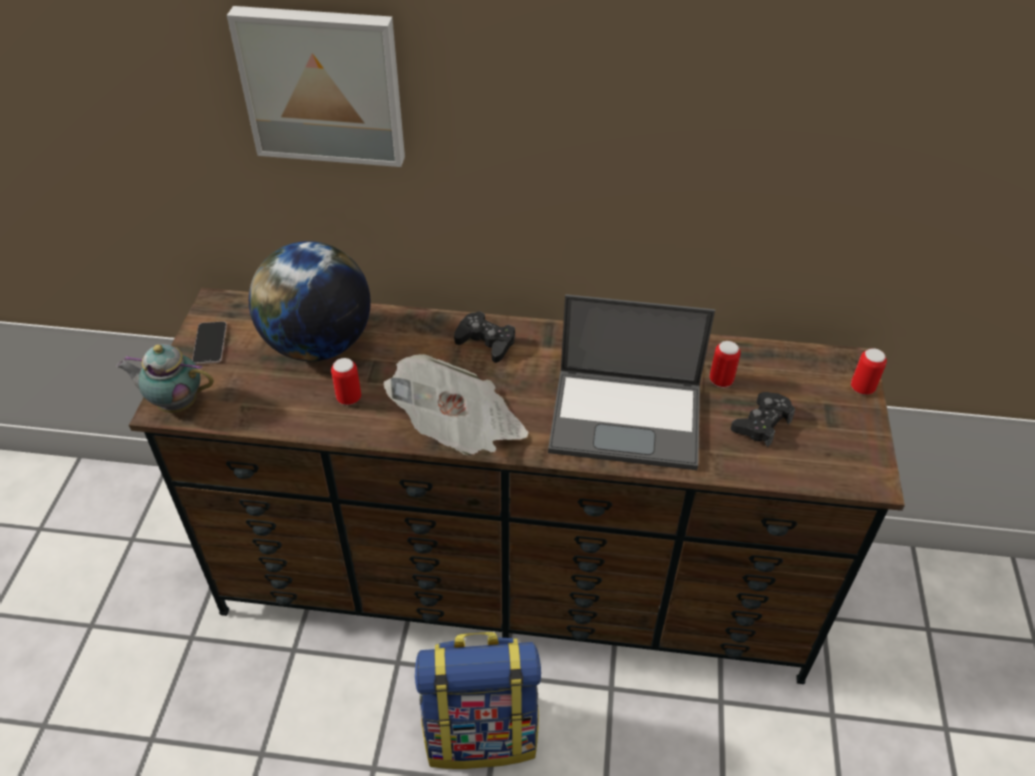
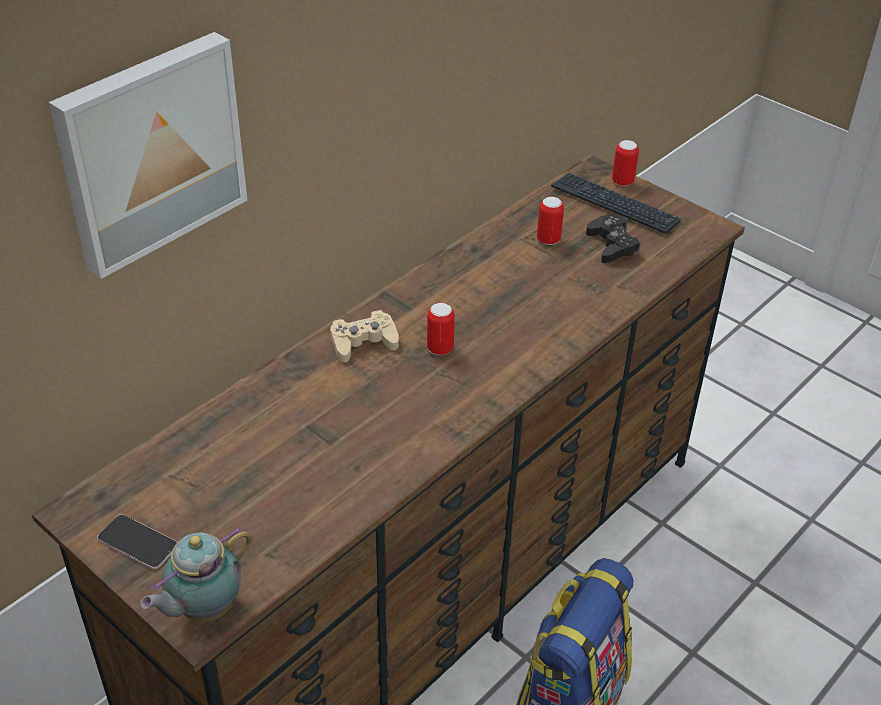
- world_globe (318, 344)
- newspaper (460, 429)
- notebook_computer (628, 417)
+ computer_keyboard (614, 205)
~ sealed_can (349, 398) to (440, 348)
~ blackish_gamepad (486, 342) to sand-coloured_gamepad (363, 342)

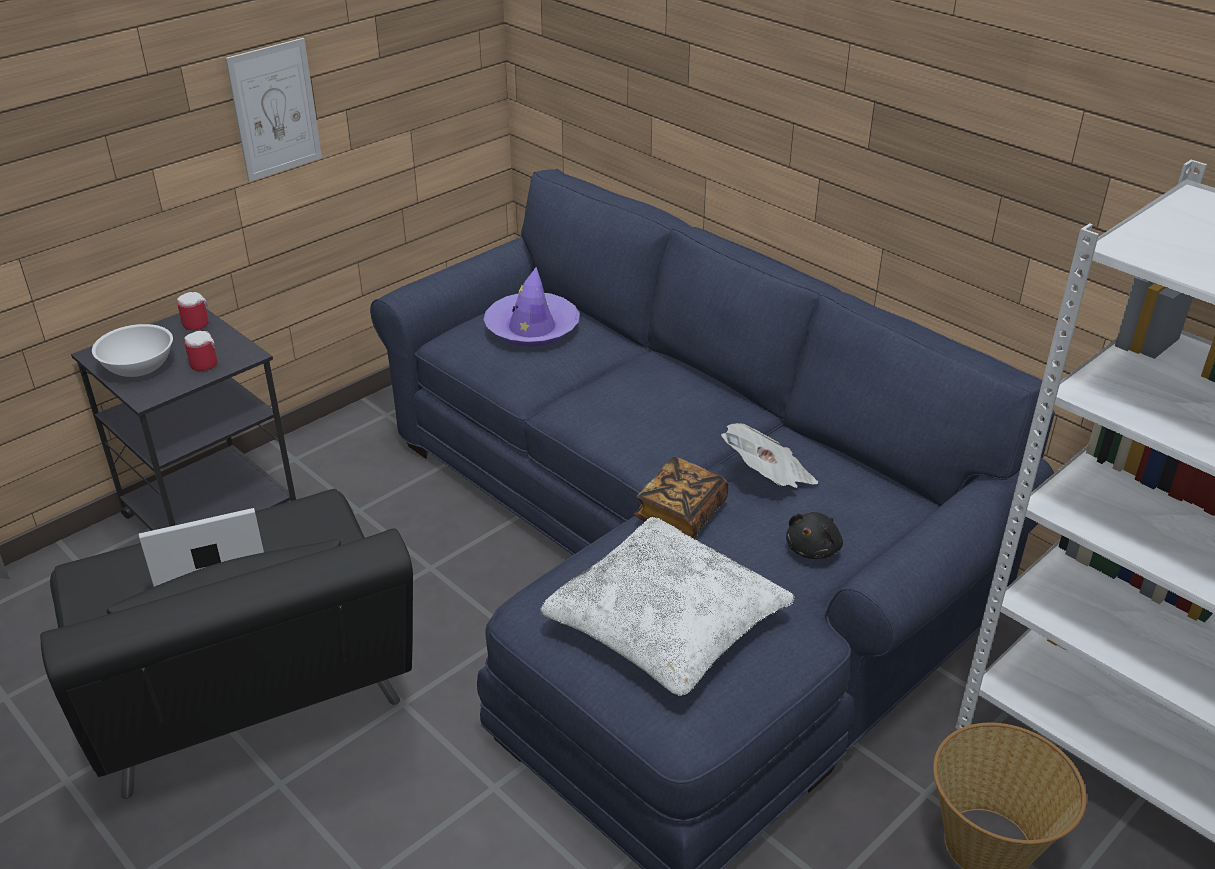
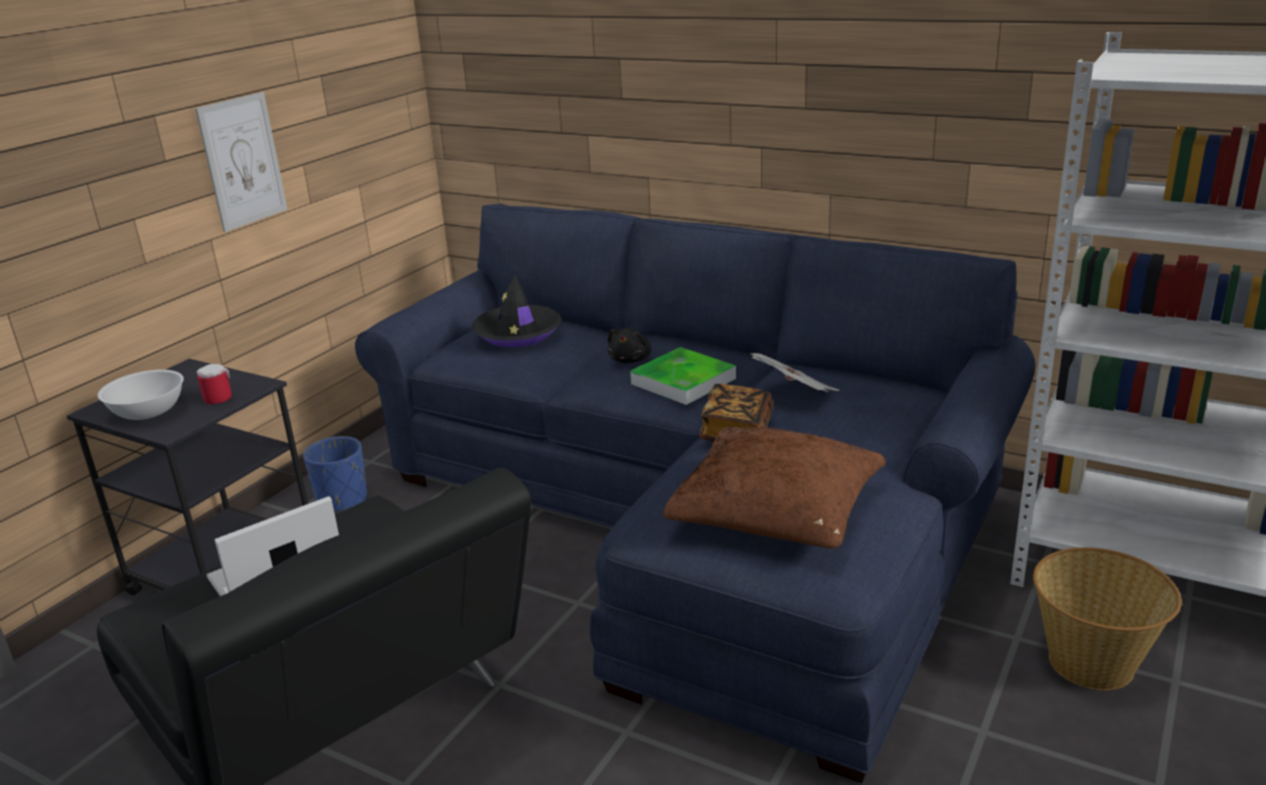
- coffee_mug (197, 322)
+ blue-coloured_flower_pot (342, 500)
+ serving_tray (683, 381)
~ blackish_cuddly_toy (814, 549) to (630, 360)
~ purple-coloured_clothing_hat (532, 328) to blackish_clothing_hat (518, 334)
~ white_pillow (666, 623) to brownish_pillow (776, 509)

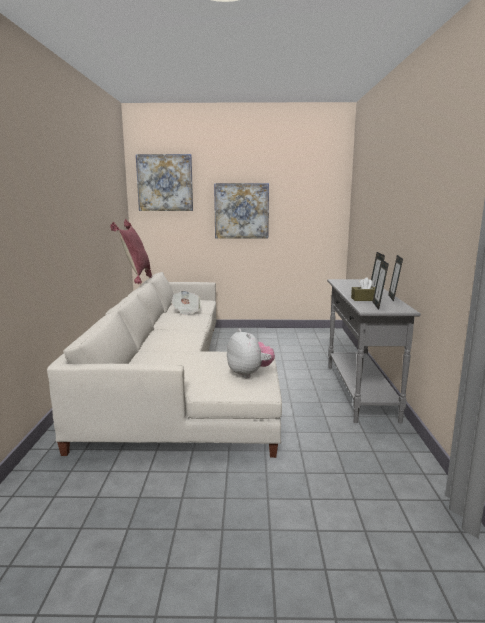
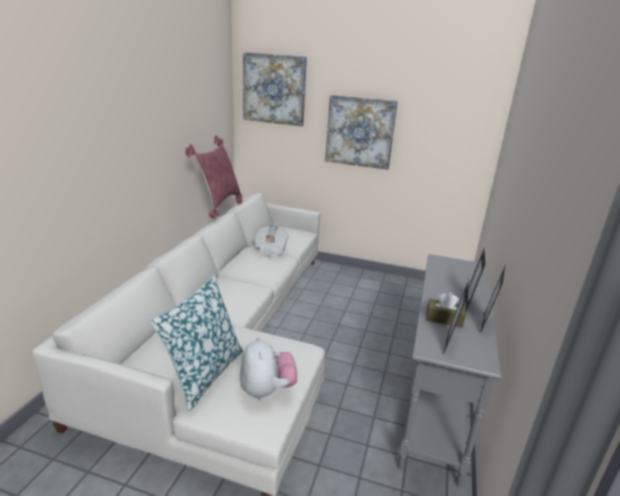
+ pillow (204, 374)

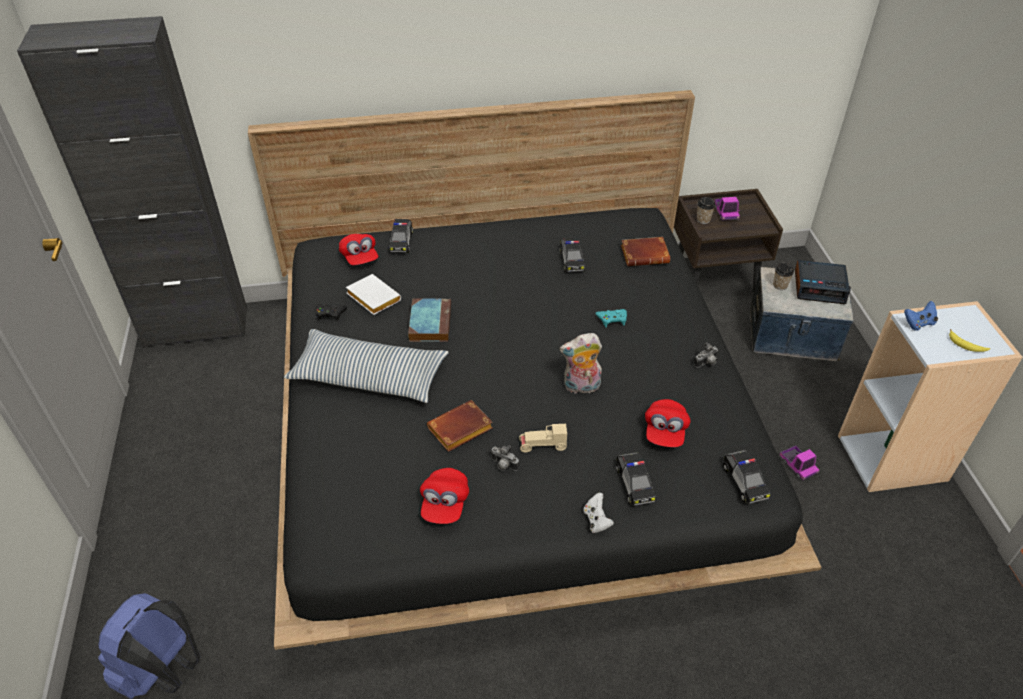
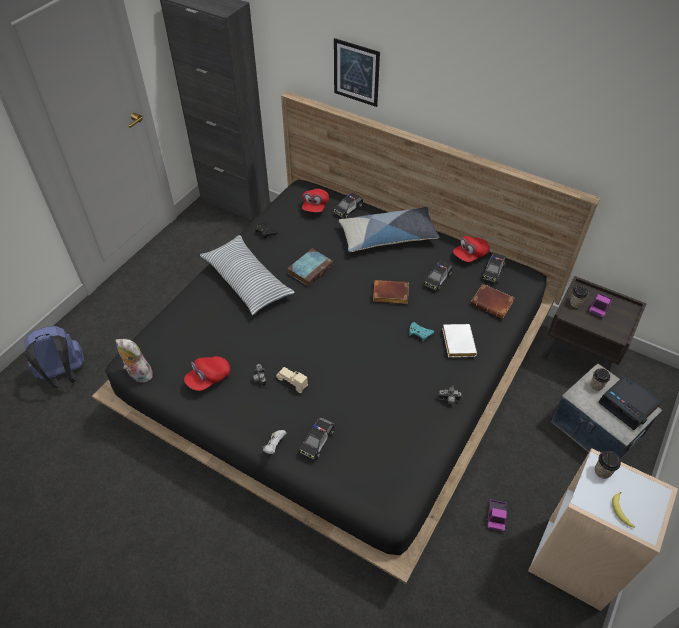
+ picture (356, 72)
+ pillow (388, 237)
~ white_bound_book (371, 298) to (457, 342)
~ brownish_bound_book (459, 431) to (389, 295)
~ cuddly_toy (581, 387) to (138, 374)
~ reddish_baseball_cap (665, 432) to (470, 255)
~ miniature_car (744, 482) to (493, 271)
~ blue-coloured_gamepad (918, 323) to cup (602, 471)

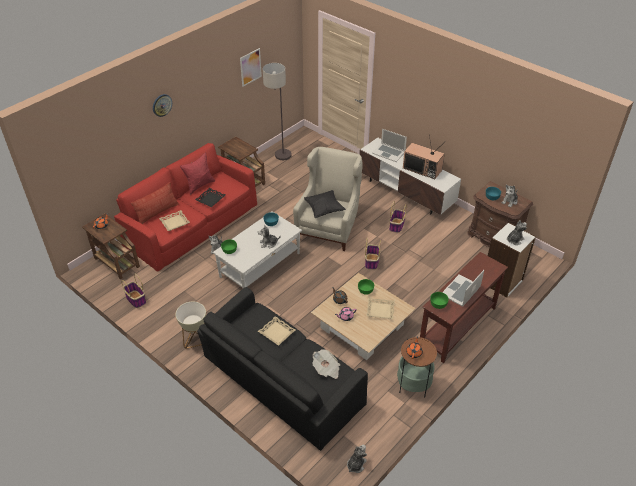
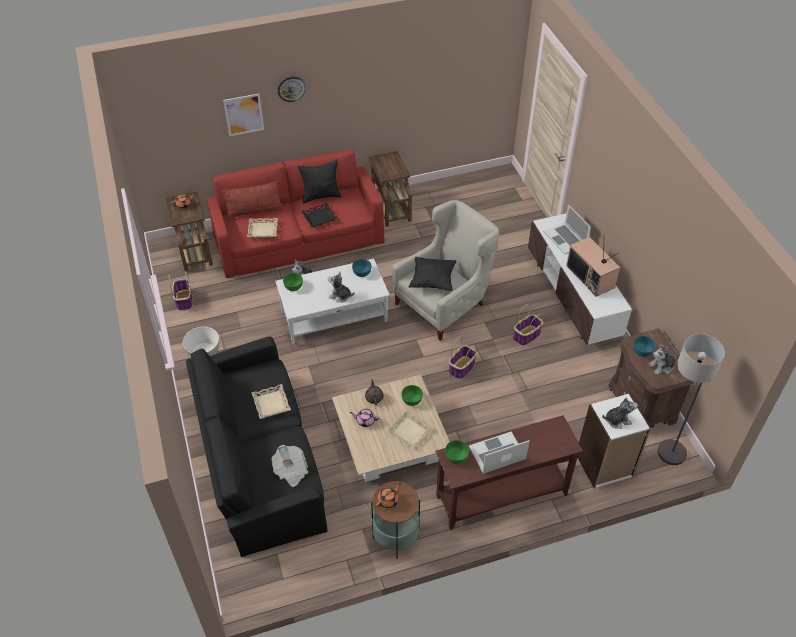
- cuddly_toy (356, 464)
~ picture (250, 67) to (244, 114)
~ grey_floor_lamp (280, 157) to (664, 456)
~ reddish_pillow (199, 185) to blackish_pillow (321, 196)

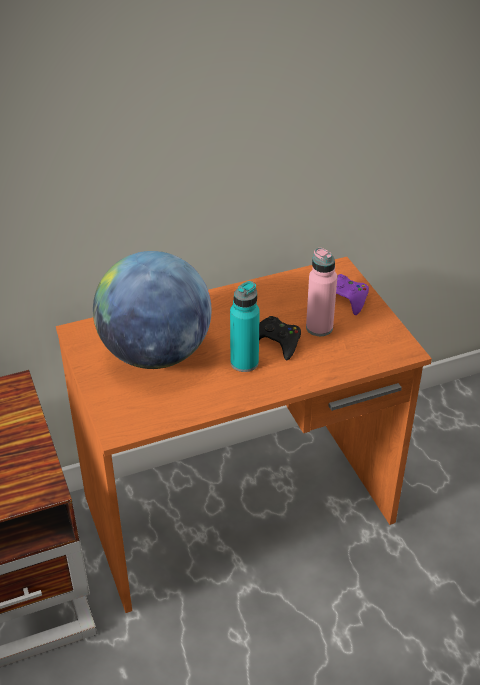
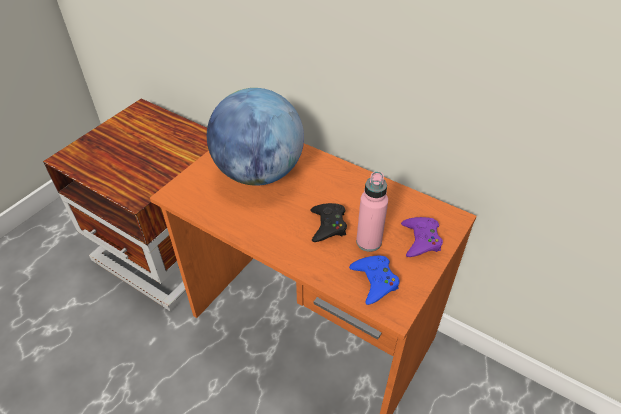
- turquoise-coloured_drink_bottle (244, 362)
+ blue-coloured_gamepad (374, 281)

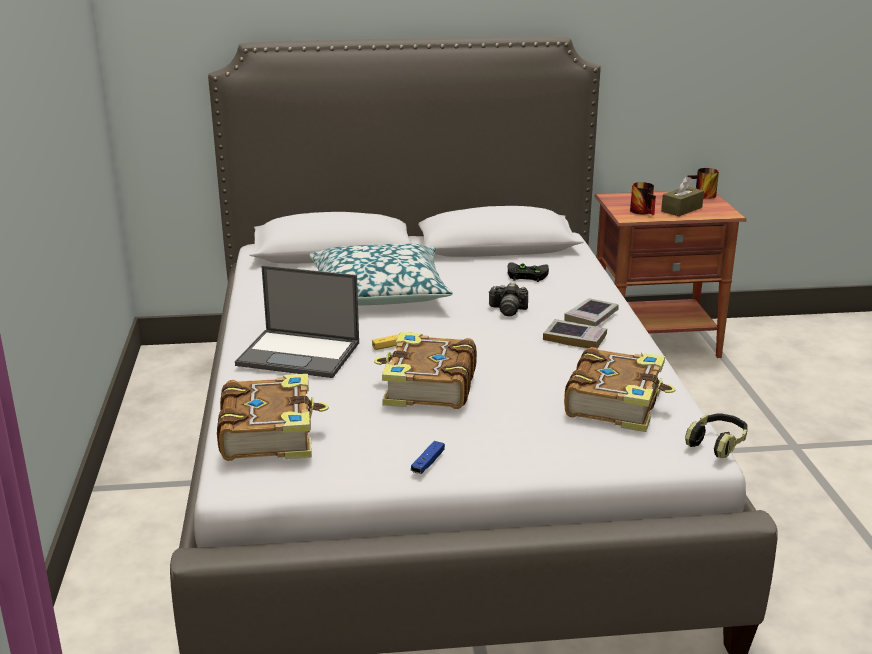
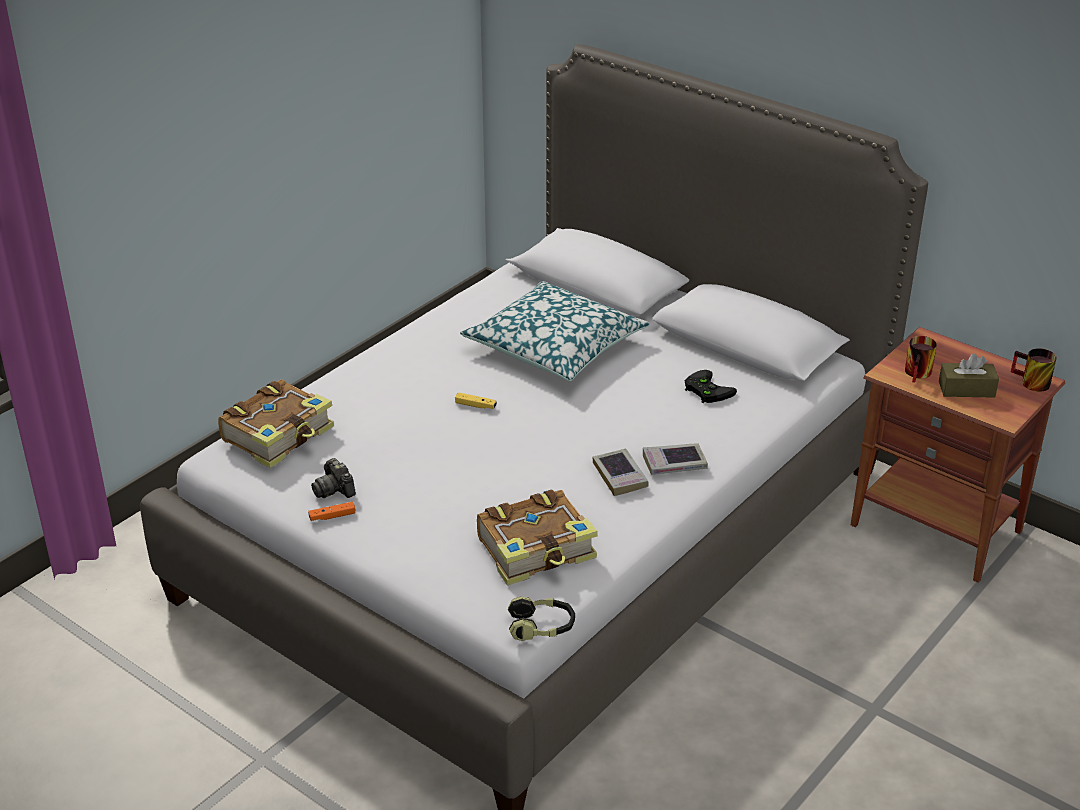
- notebook_computer (300, 354)
- bound_book (427, 387)
~ photo_camera (508, 310) to (334, 489)
~ blue-coloured_gamepad (428, 463) to orange-coloured_gamepad (332, 516)

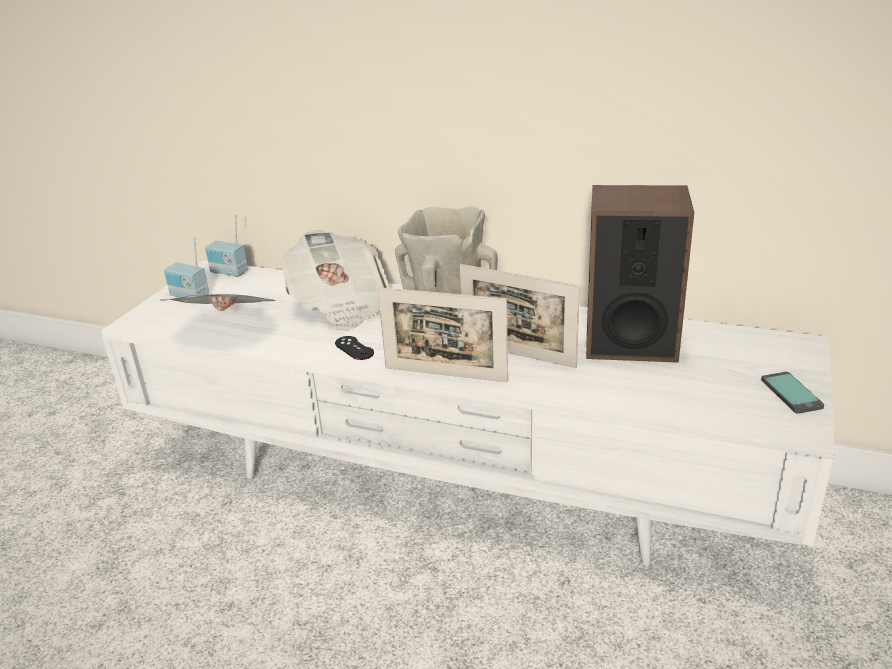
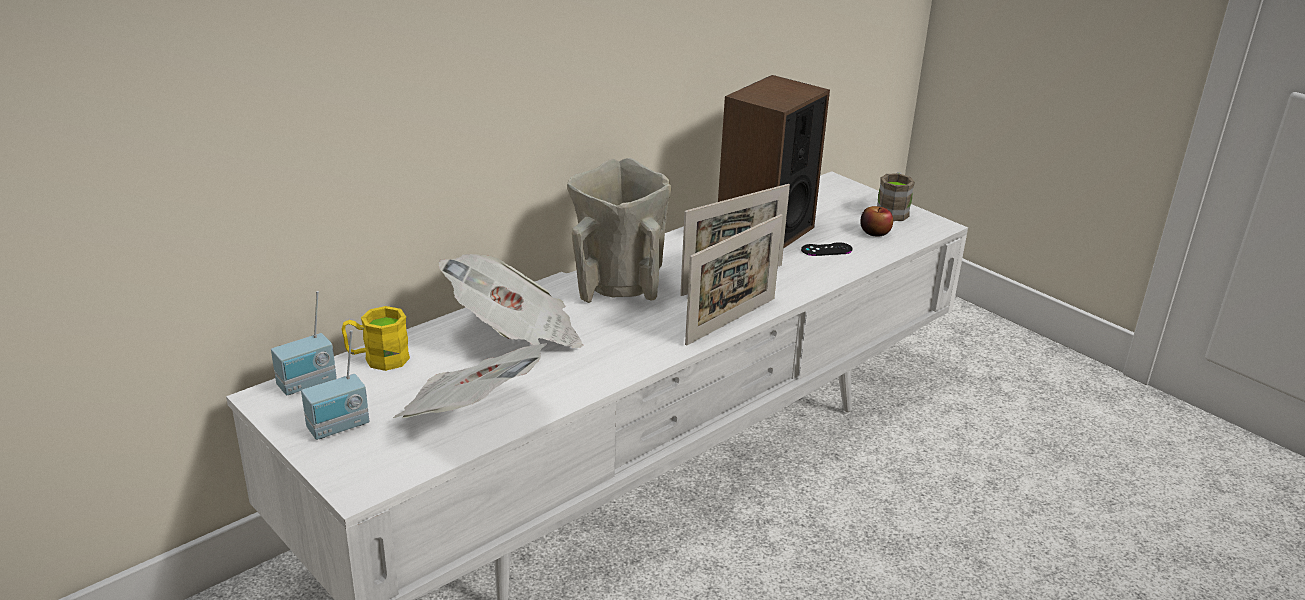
+ yellow_coffee_mug (377, 359)
+ whole_apple (875, 232)
~ blackish_gamepad (354, 348) to (826, 249)
~ phone (791, 393) to brownish_coffee_mug (893, 211)

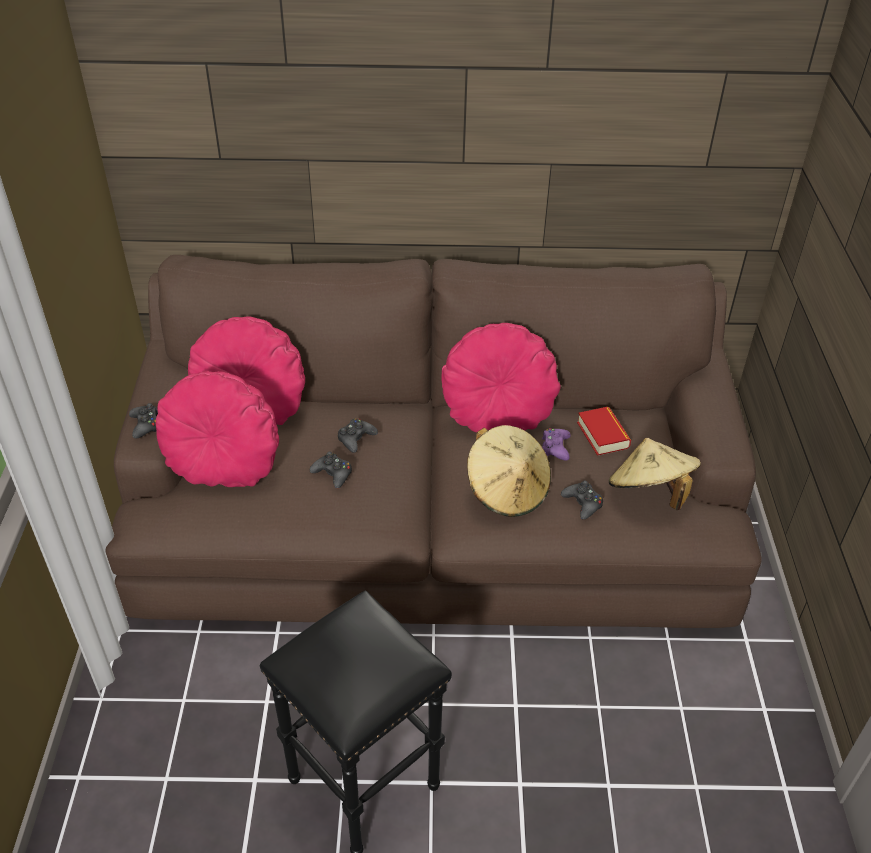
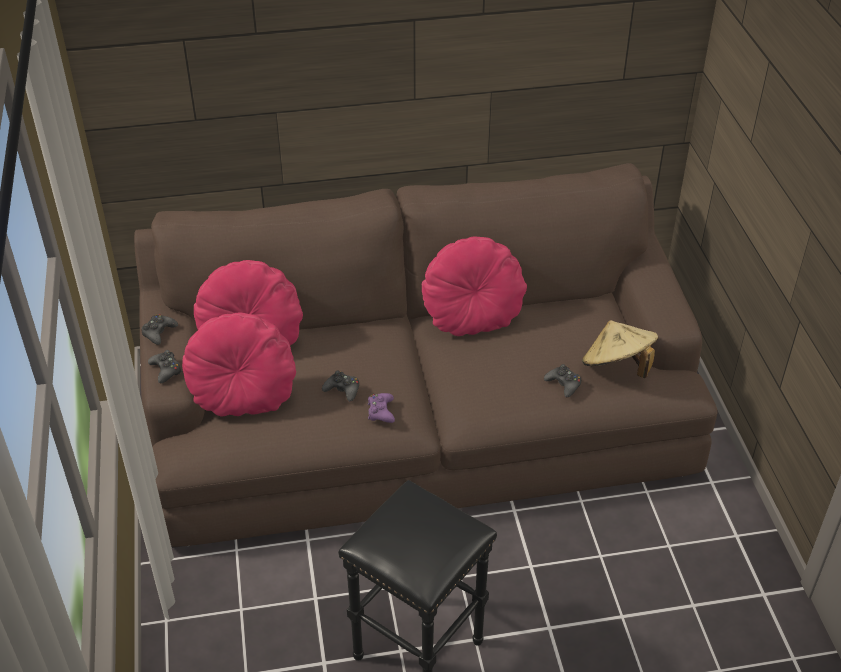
- sand-coloured_clothing_hat (507, 490)
- bound_book (602, 435)
~ blackish_gamepad (356, 438) to (159, 332)
~ purple-coloured_gamepad (555, 448) to (381, 411)

